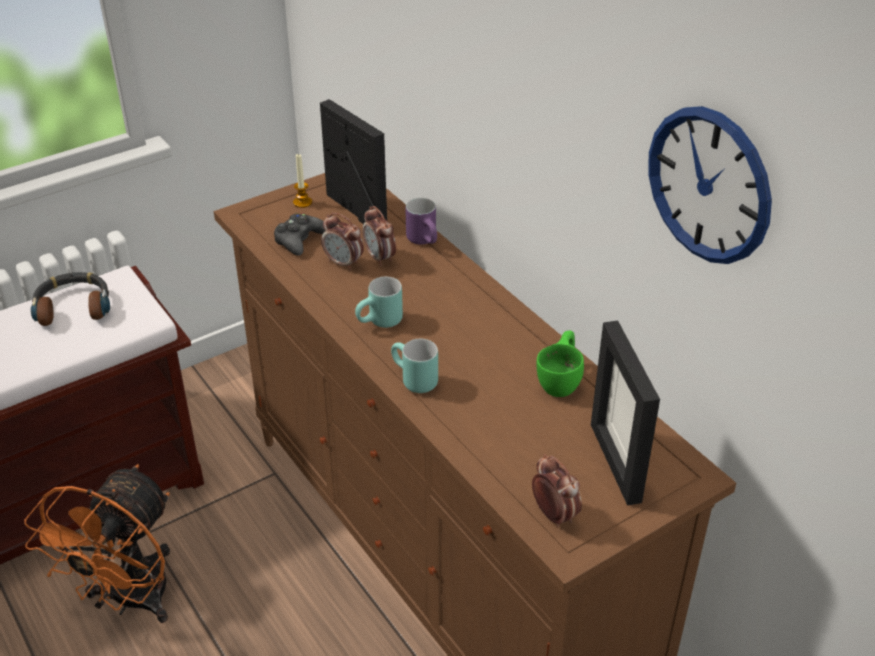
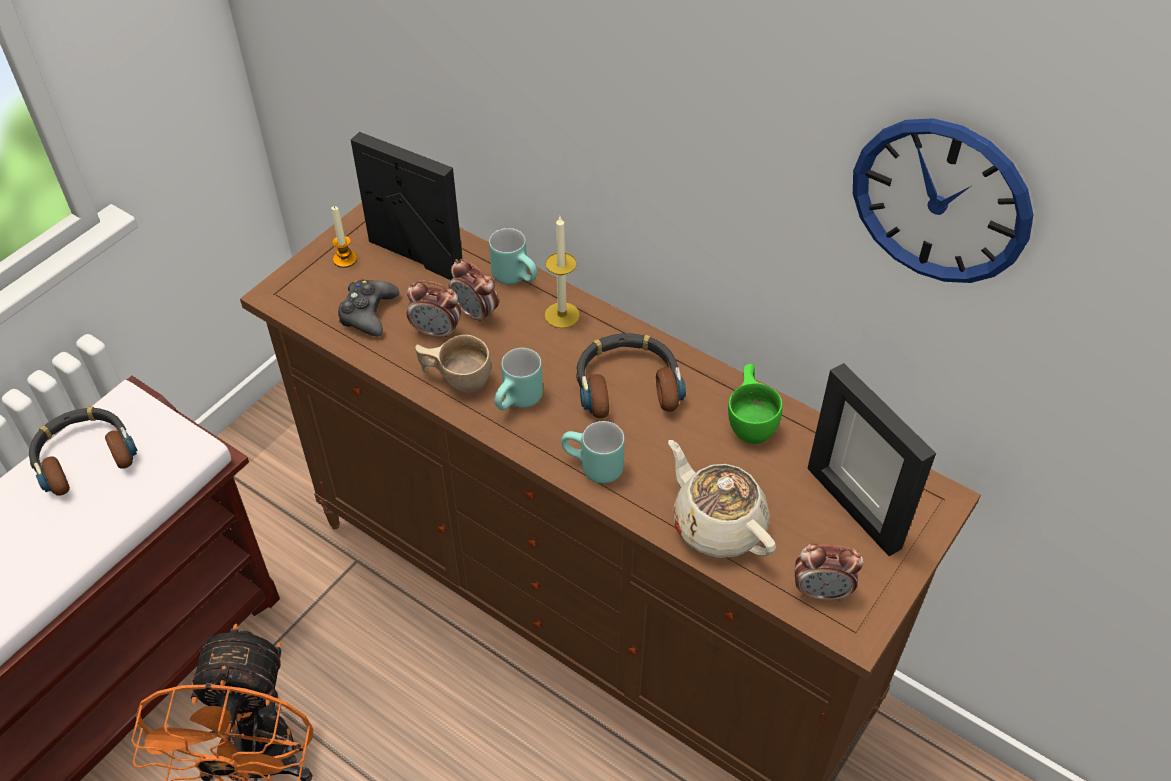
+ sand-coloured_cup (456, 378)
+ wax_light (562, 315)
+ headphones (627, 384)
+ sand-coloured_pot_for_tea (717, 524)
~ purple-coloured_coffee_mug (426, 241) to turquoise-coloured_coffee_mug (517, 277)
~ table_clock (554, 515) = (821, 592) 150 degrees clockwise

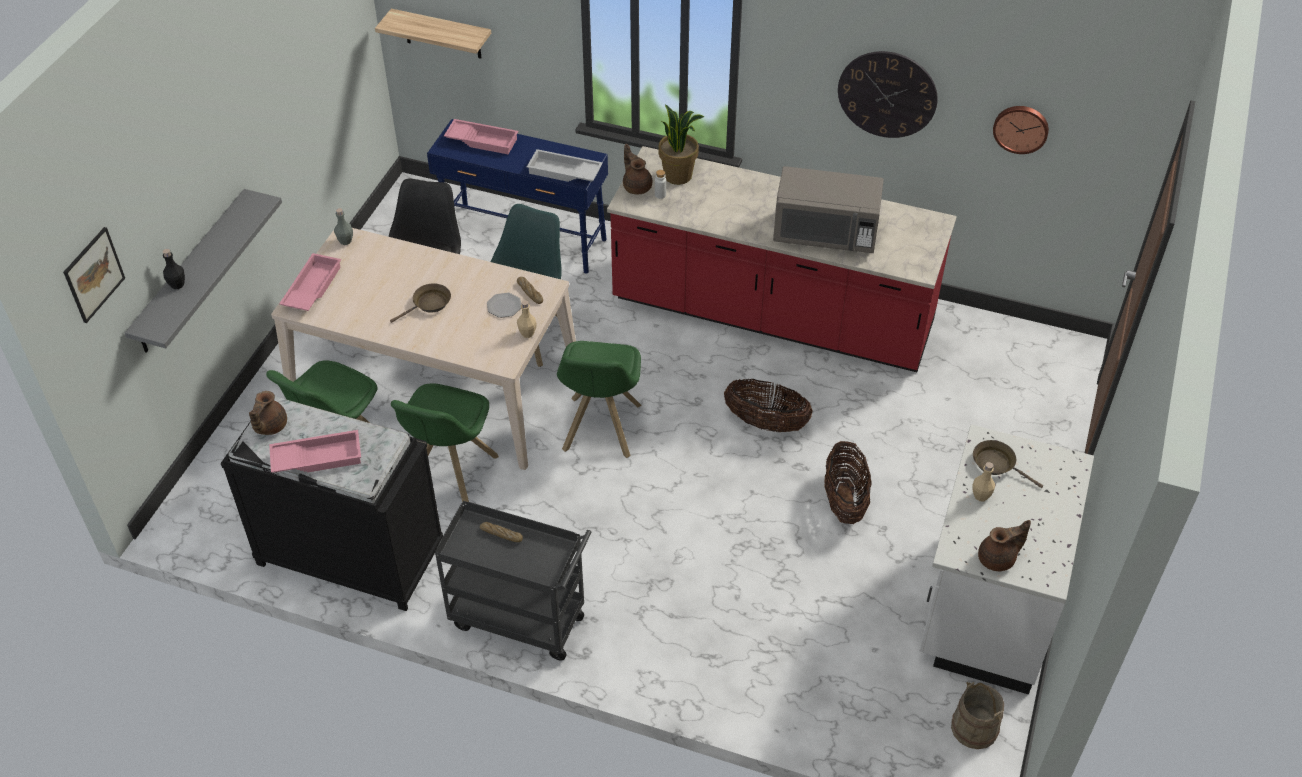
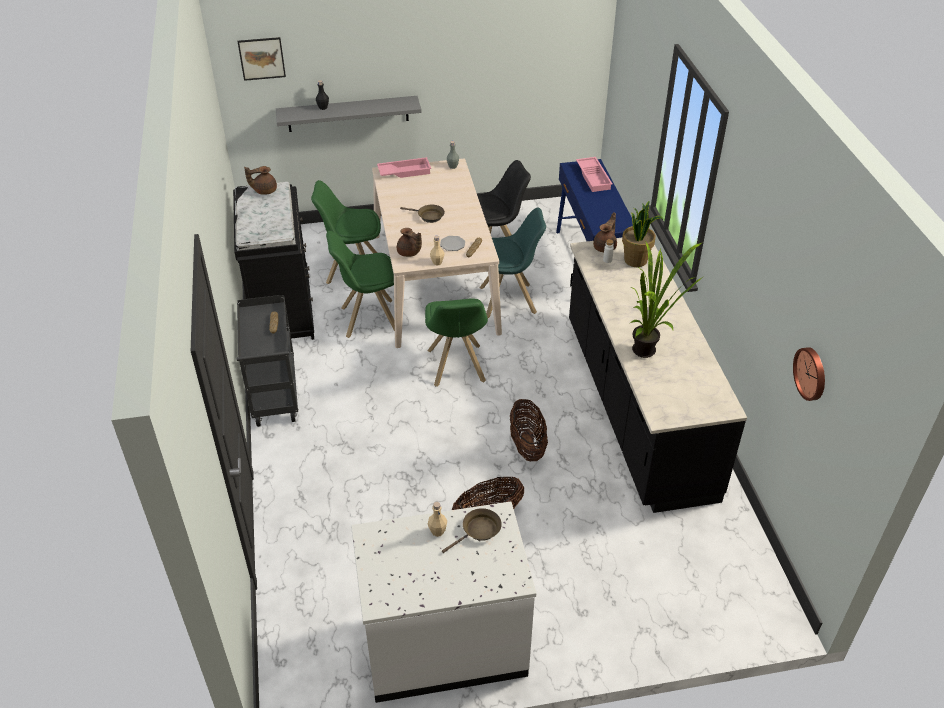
- pink_serving_tray (317, 457)
- wall_shelf (442, 34)
- white_serving_tray (563, 172)
- hanging_clock (887, 94)
- sand-coloured_bucket (975, 727)
~ brownish_pot_for_tea (998, 559) to (409, 253)
~ grey_microwave_oven (825, 233) to houseplant (649, 351)
~ reddish_kitchen_counter (772, 314) to blackish_kitchen_counter (636, 407)
~ greenish_upright_chair (600, 428) = (456, 366) 75 degrees counterclockwise
~ brownish_frying_pan (997, 464) = (479, 531) 45 degrees clockwise

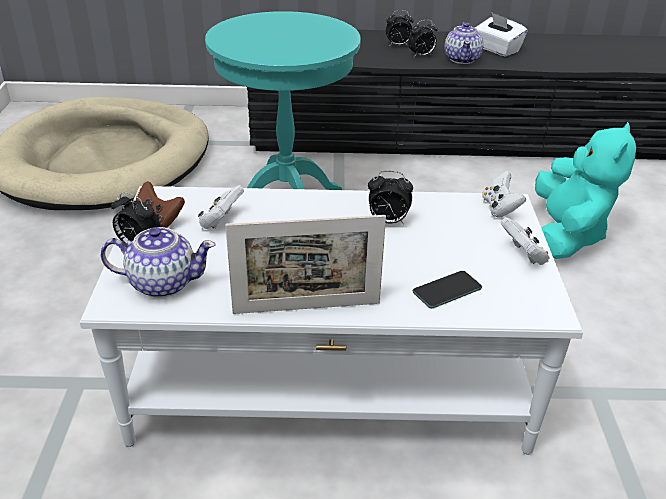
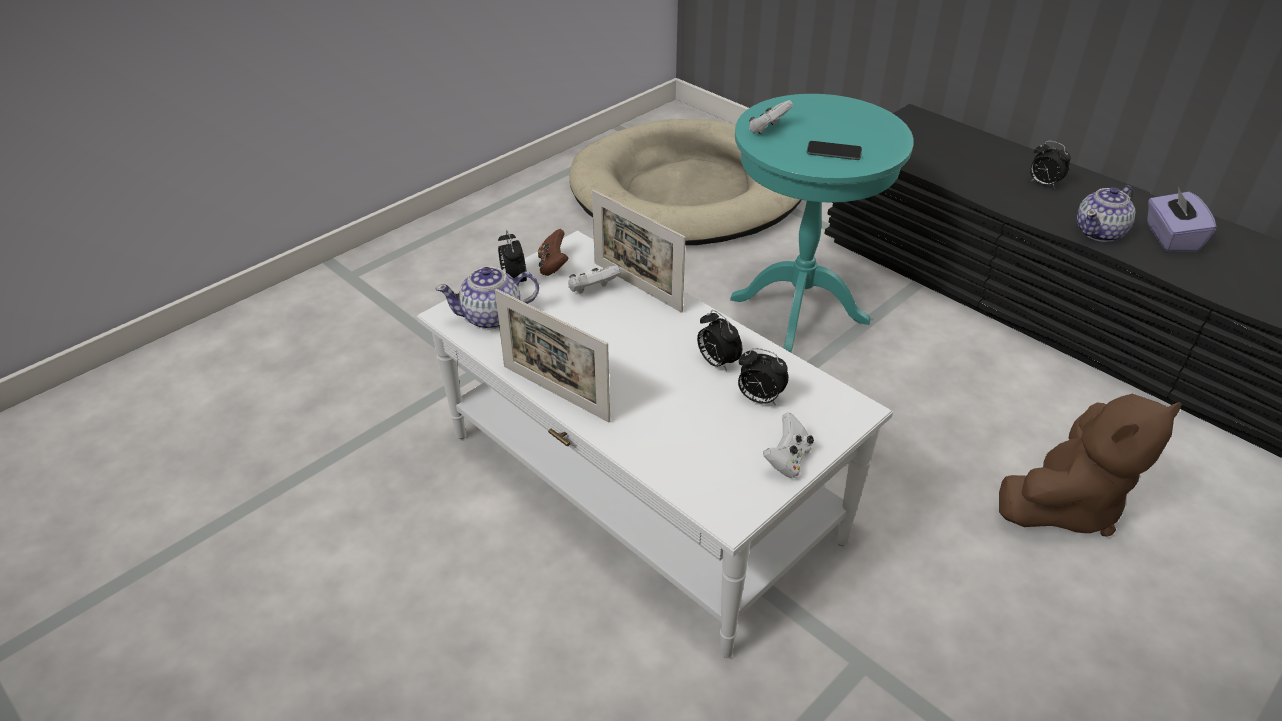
+ photo_frame (637, 287)
~ table_clock (421, 56) to (759, 399)
~ phone (447, 290) to (834, 151)
~ white_gamepad (499, 208) to (768, 129)
~ white_tissue_box (496, 49) to purple-coloured_tissue_box (1170, 238)
~ turquoise-coloured_cuddly_toy (566, 235) to brownish_cuddly_toy (1065, 505)
~ pot_for_tea (162, 283) = (492, 317) 120 degrees clockwise

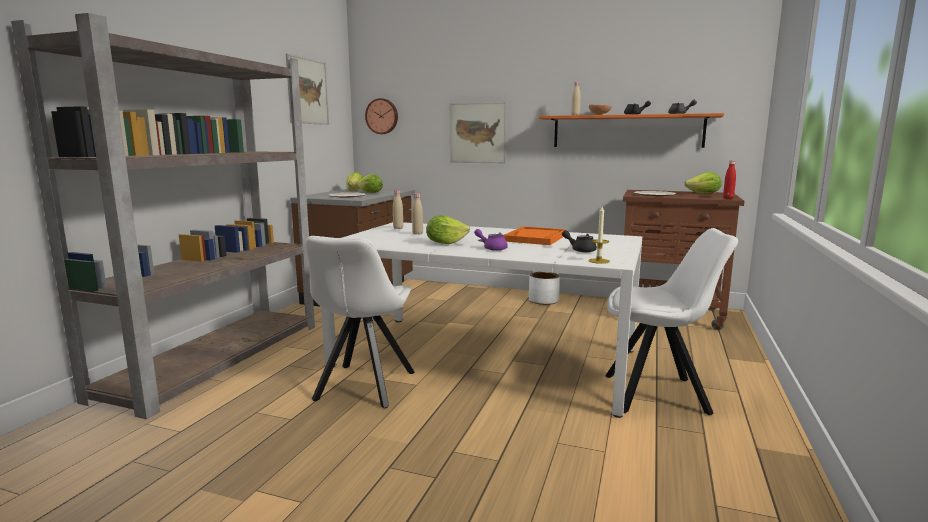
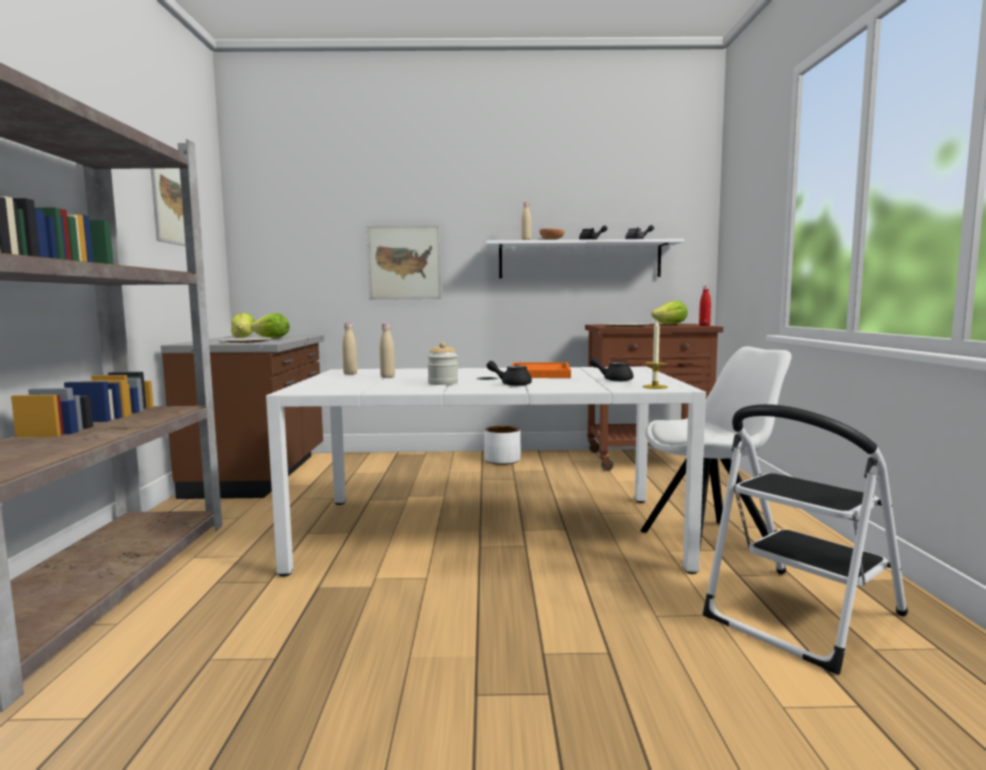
- white_upright_chair (364, 386)
- hanging_clock (382, 116)
+ stepladder (799, 617)
~ head_of_lettuce (445, 243) to jar (443, 383)
~ purple-coloured_pot_for_tea (492, 248) to blackish_pot_for_tea (511, 384)
~ orange-coloured_wall_shelf (627, 131) to white_wall_shelf (580, 260)

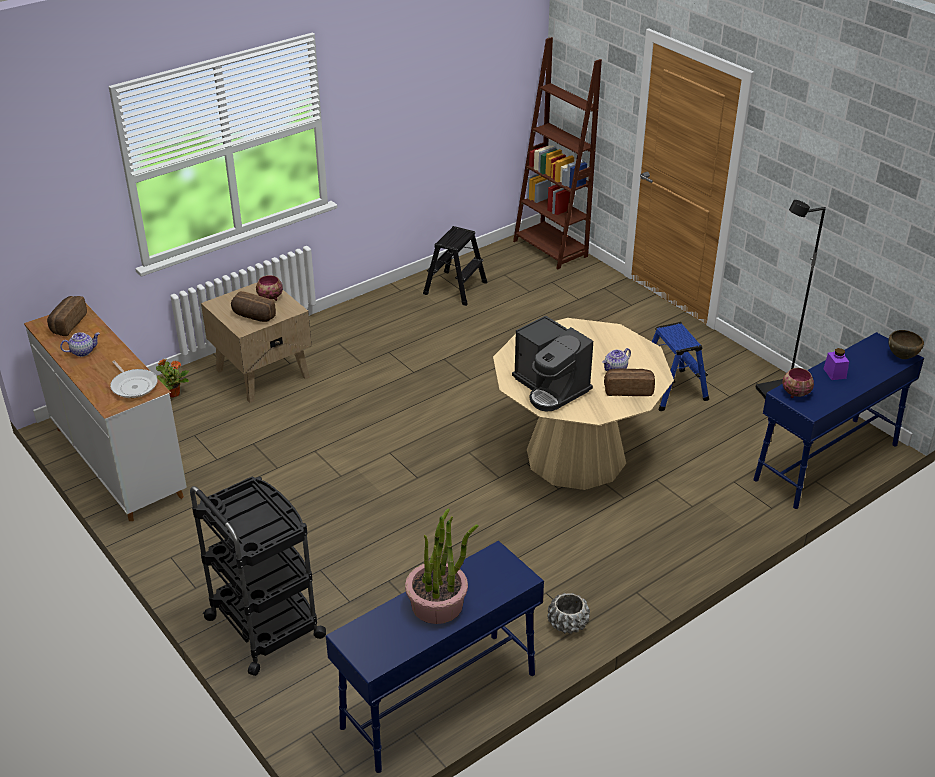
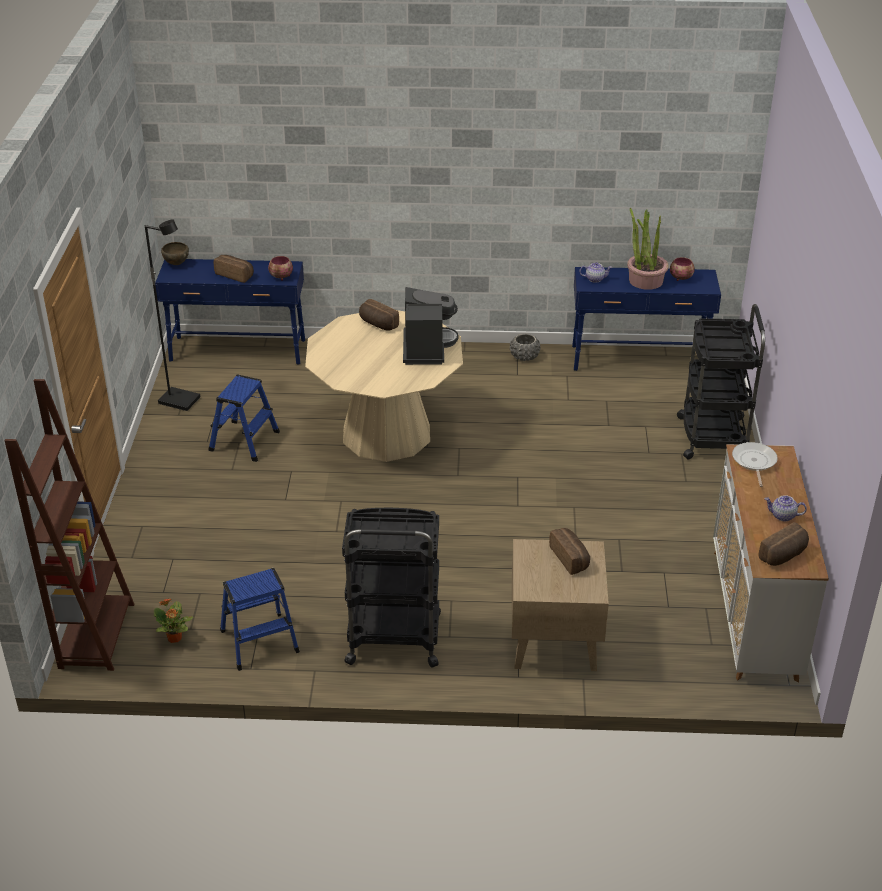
+ blackish_wheeled_cart (394, 638)
~ houseplant (173, 393) to (174, 638)
~ bowl (270, 298) to (681, 278)
~ pot_for_tea (615, 369) to (595, 279)
~ purple-coloured_jar (834, 373) to bread (235, 275)
~ blackish_stepladder (455, 288) to blue-coloured_stepladder (259, 640)

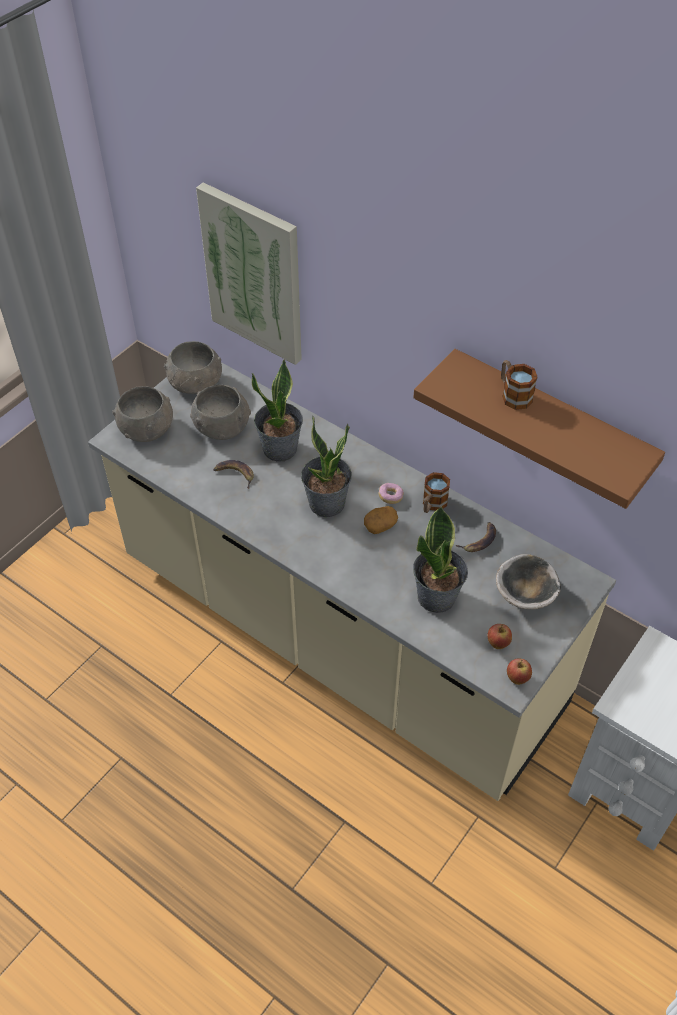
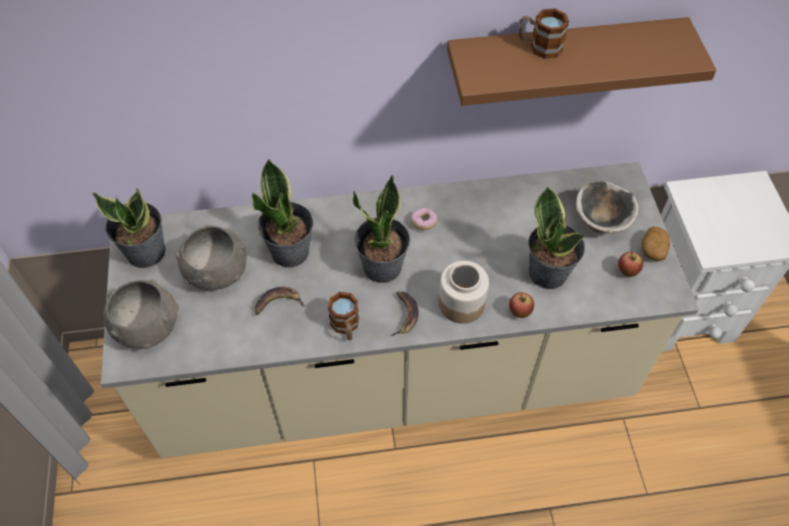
- picture (254, 274)
+ jar (461, 303)
~ whole_potato (380, 525) to (652, 249)
~ coffee_mug (432, 505) to (346, 327)
~ banana_fruit (479, 540) to (404, 314)
~ whole_apple (517, 678) to (519, 312)
~ grey_bowl (196, 384) to houseplant (146, 251)

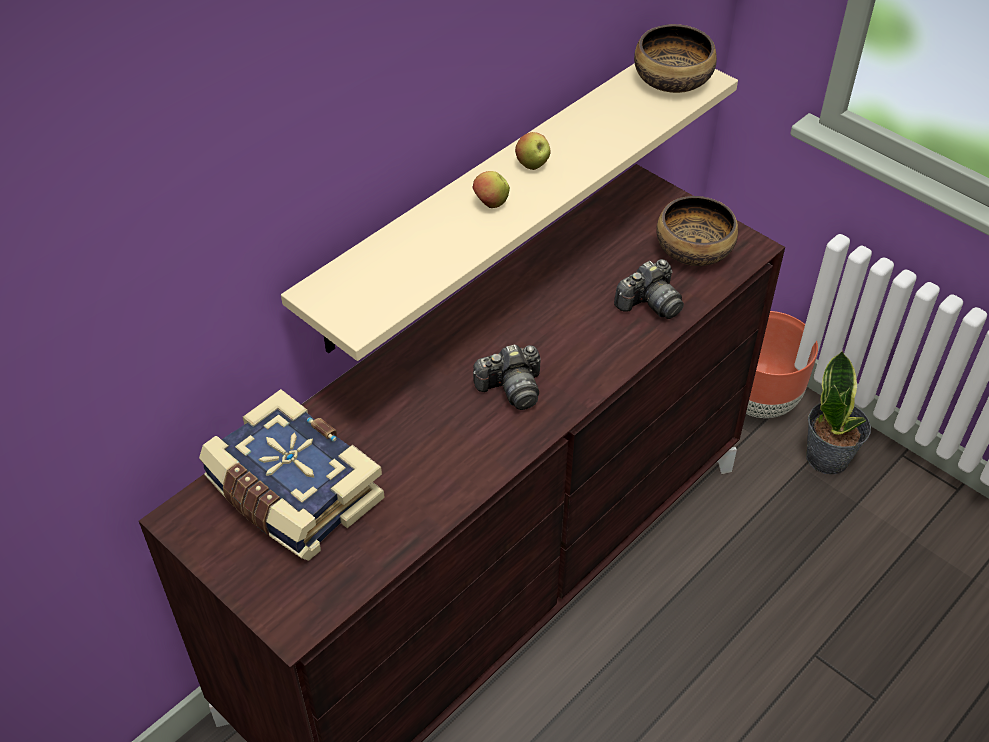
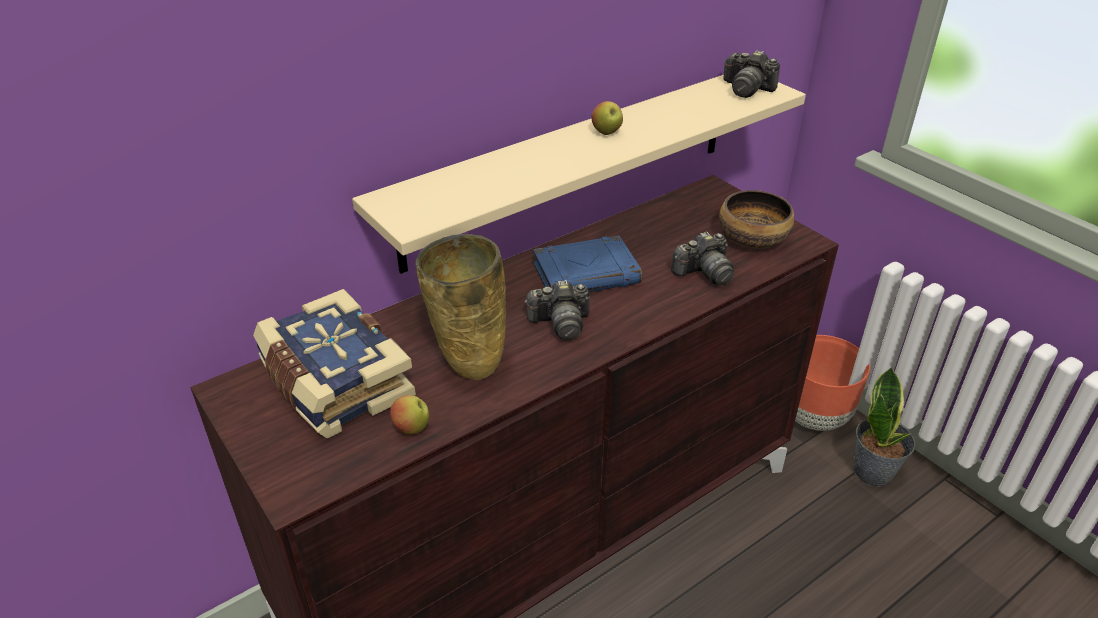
+ sand-coloured_vase (469, 365)
+ blue-coloured_bound_book (587, 273)
~ whole_apple (490, 204) to (411, 428)
~ bowl (673, 80) to photo_camera (747, 89)

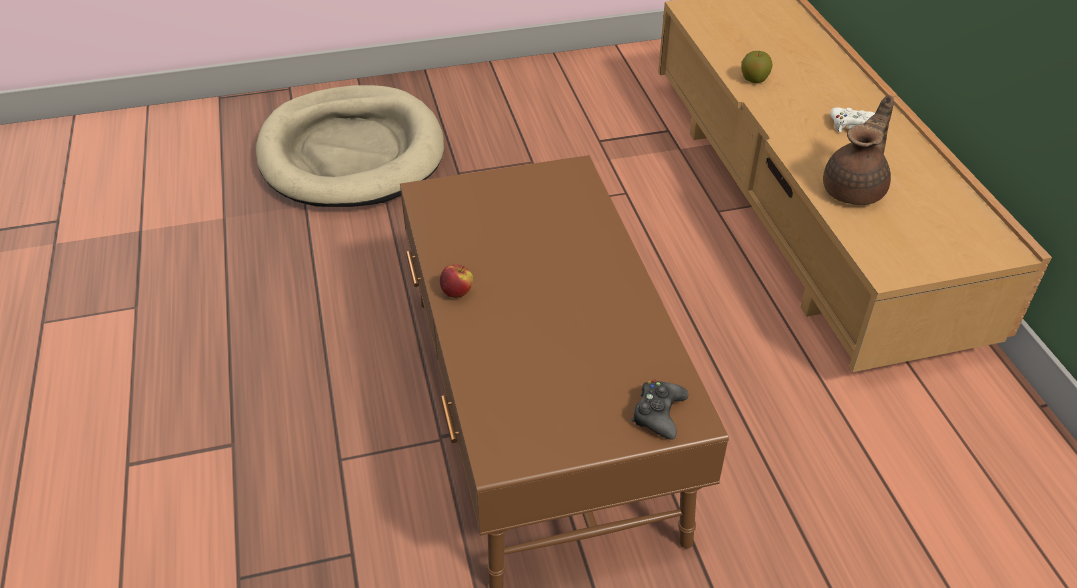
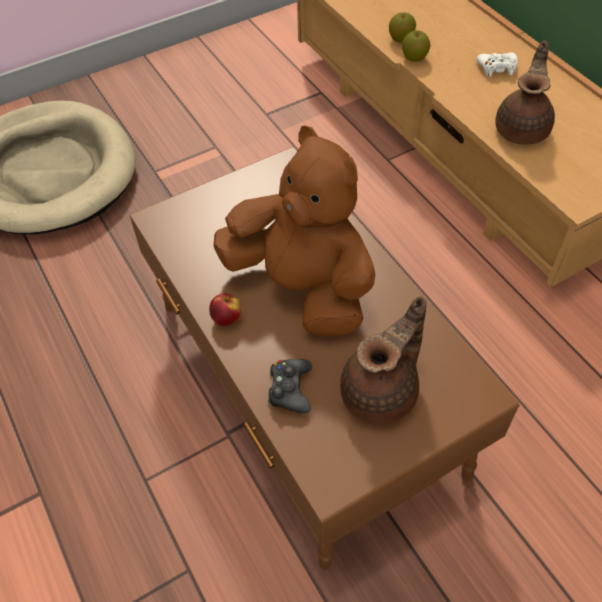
+ brownish_cuddly_toy (302, 287)
+ brownish_pot_for_tea (382, 392)
+ whole_apple (414, 58)
~ blackish_gamepad (658, 414) to (290, 389)

